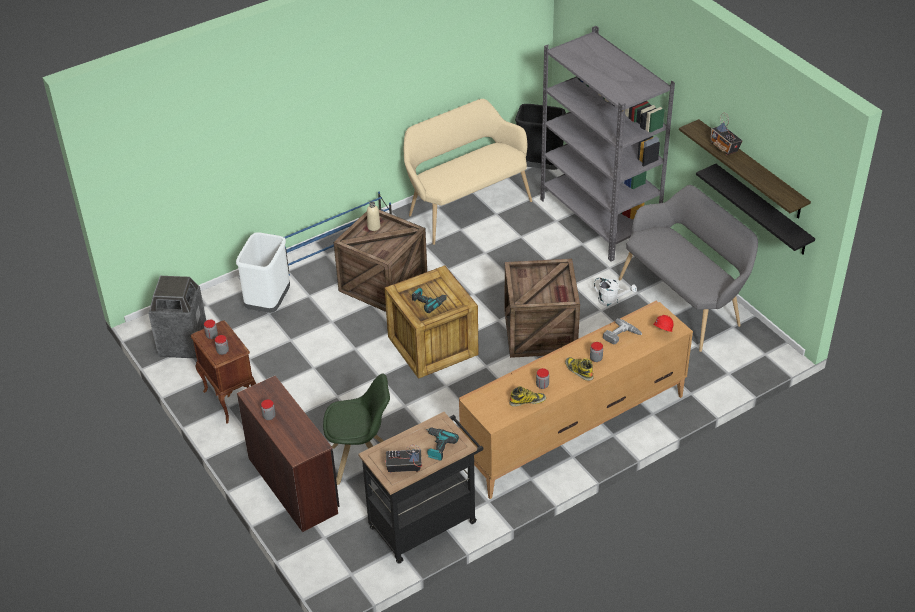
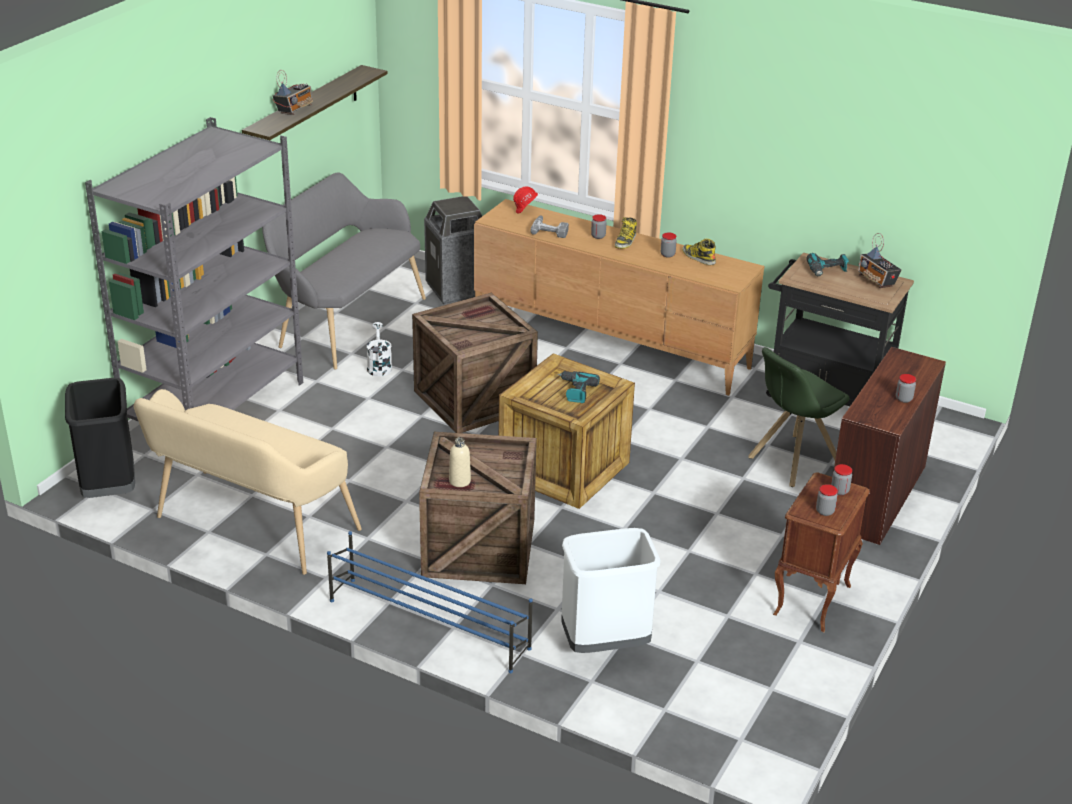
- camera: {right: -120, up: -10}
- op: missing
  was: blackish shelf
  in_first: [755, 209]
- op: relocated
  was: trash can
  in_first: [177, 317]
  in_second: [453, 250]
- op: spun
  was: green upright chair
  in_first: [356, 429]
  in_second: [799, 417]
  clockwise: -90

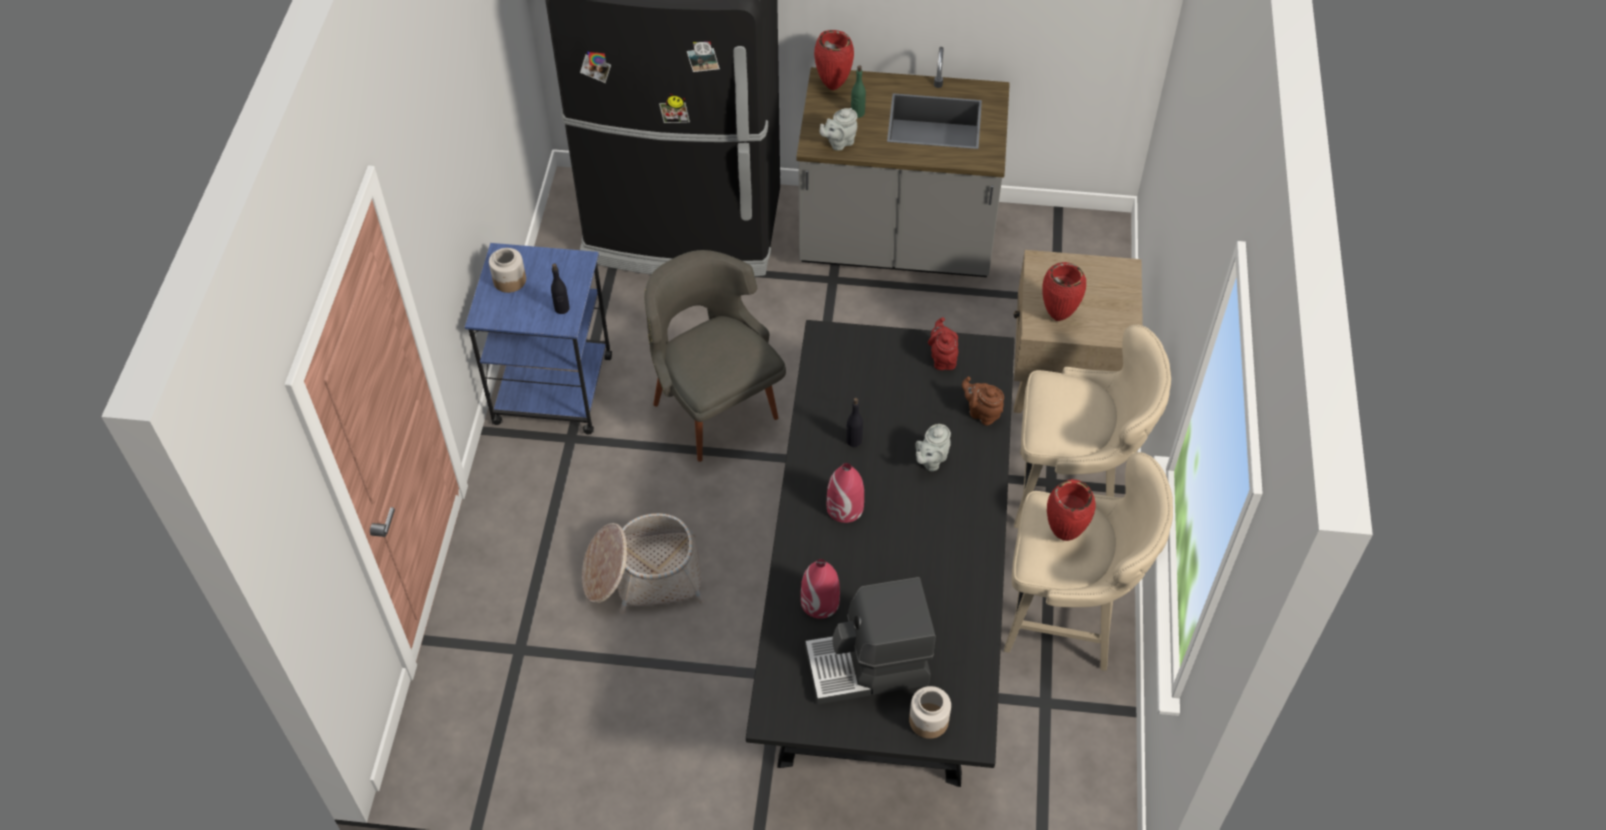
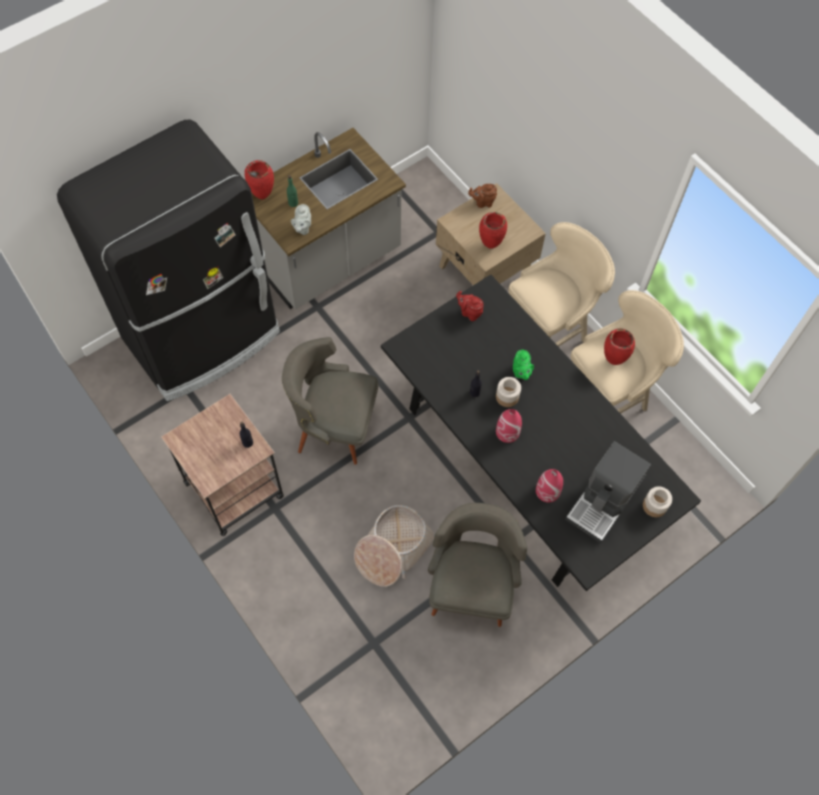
- camera: {right: -45, up: 10}
- op: appeared
  now: grey upright chair
  in_second: [477, 565]
- op: relocated
  was: jar
  in_first: [507, 270]
  in_second: [508, 392]
- op: relocated
  was: brown pot for tea
  in_first: [983, 401]
  in_second: [482, 196]
- op: colour
  was: bluish wheeled cart
  now: brown wheeled cart
  in_first: [538, 338]
  in_second: [222, 465]
- op: colour
  was: grey pot for tea
  now: green pot for tea
  in_first: [933, 447]
  in_second: [523, 365]

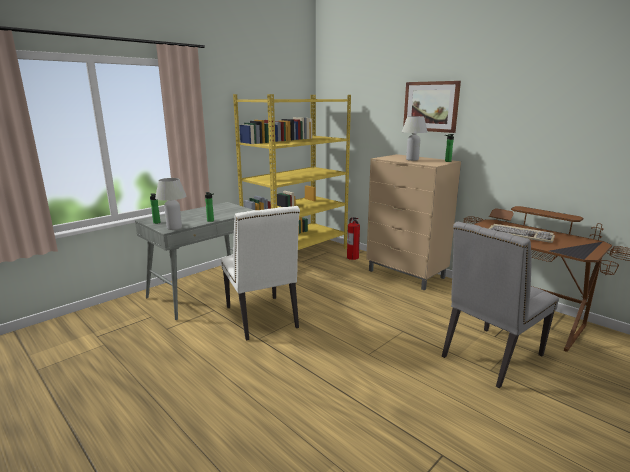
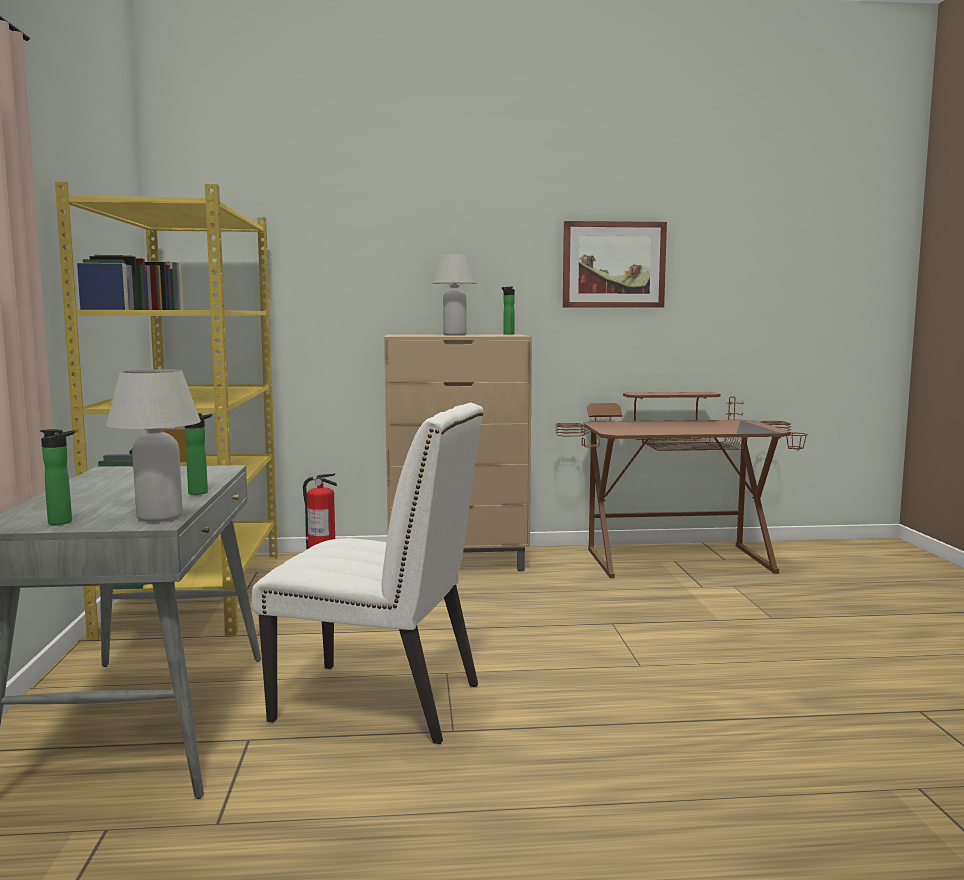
- camera: {right: -50, up: -10}
- op: missing
  was: grey upright chair
  in_first: [500, 305]
- op: missing
  was: PC keyboard
  in_first: [522, 233]
- op: relocated
  was: picture
  in_first: [432, 107]
  in_second: [615, 264]

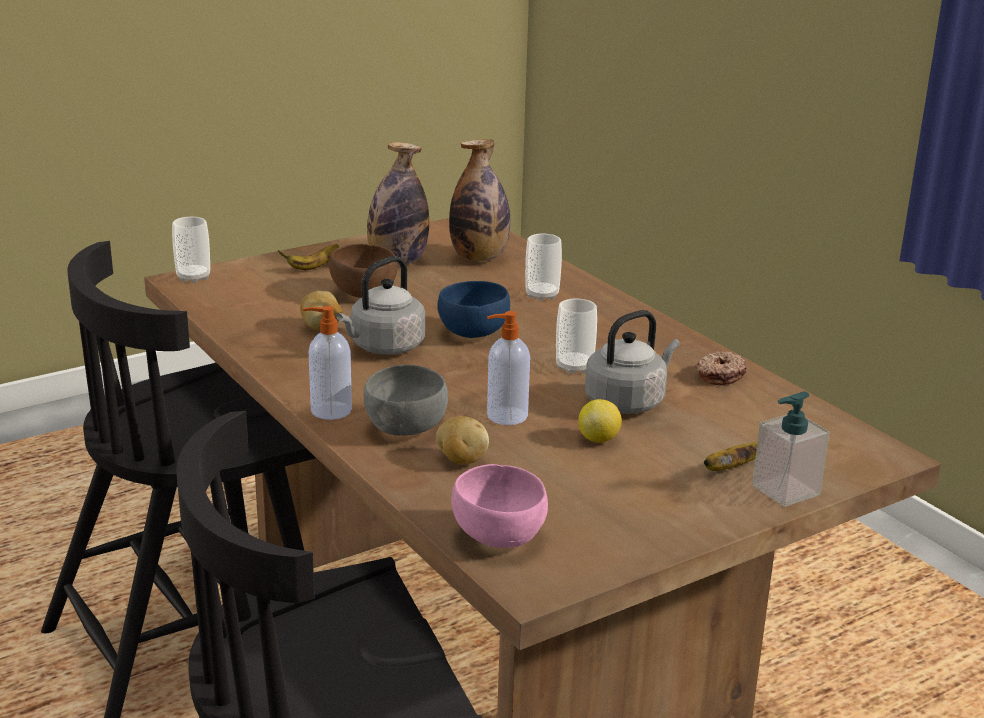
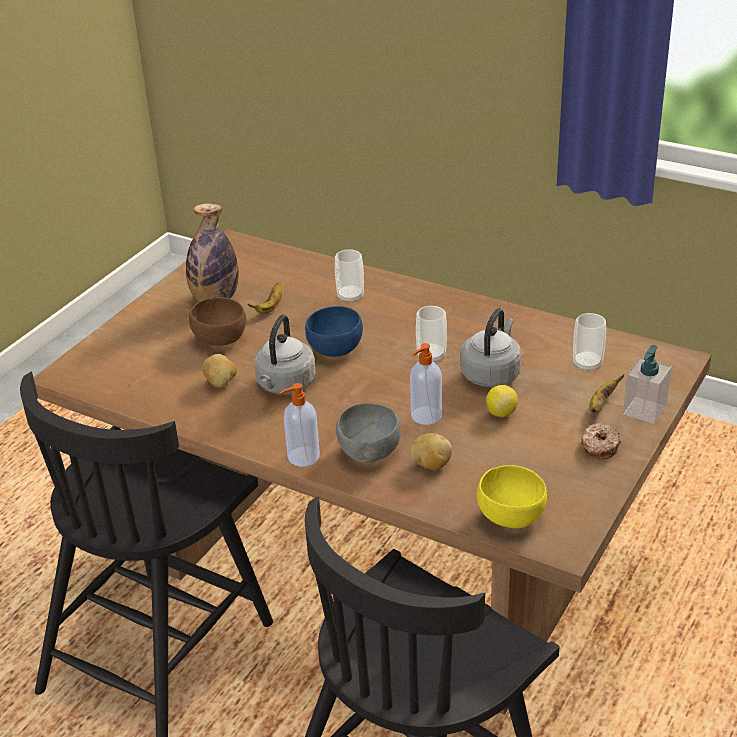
- camera: {right: -25, up: 10}
- op: missing
  was: bottle
  in_first: [480, 200]
- op: relocated
  was: drinking cup
  in_first: [191, 250]
  in_second: [589, 342]
- op: relocated
  was: banana fruit
  in_first: [308, 257]
  in_second: [264, 298]
- op: relocated
  was: ring doughnut
  in_first: [721, 368]
  in_second: [601, 441]
- op: colour
  was: pinkish deep dish
  now: yellowish deep dish
  in_first: [499, 506]
  in_second: [512, 496]

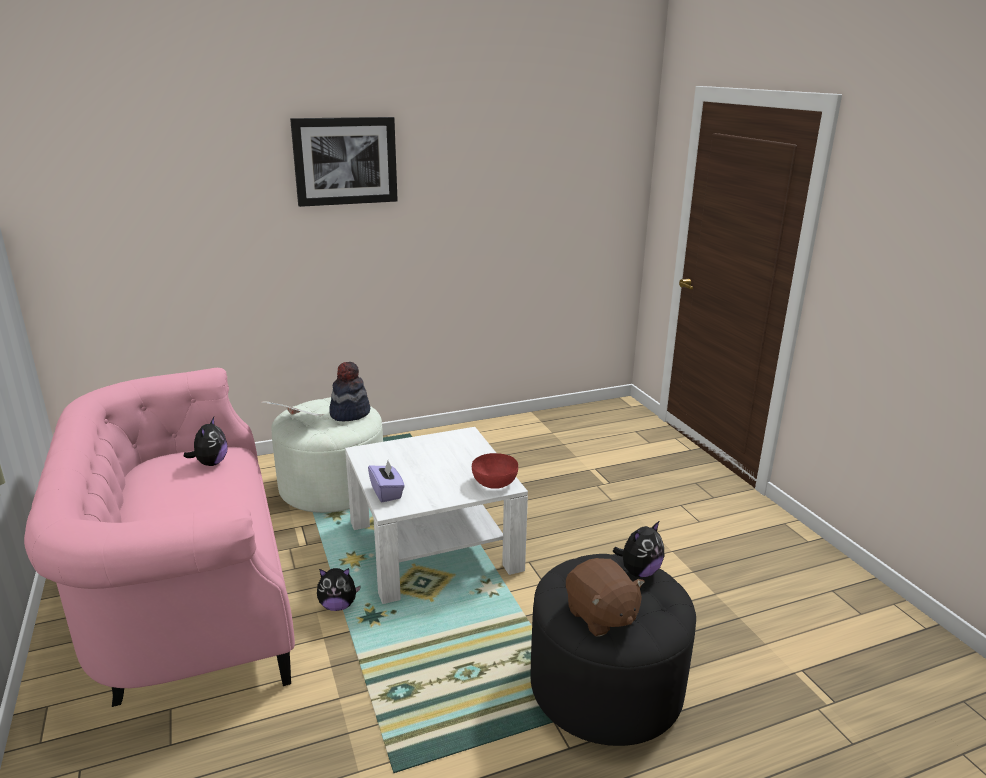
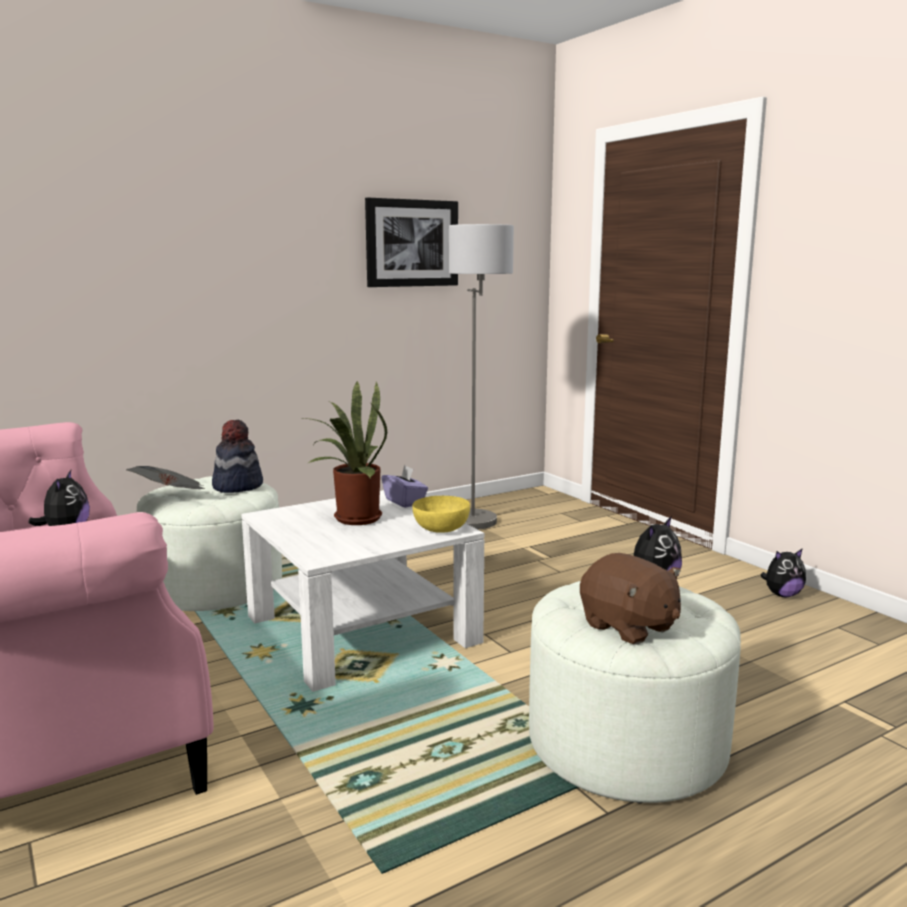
- camera: {right: -10, up: -10}
- op: appeared
  now: potted plant
  in_second: [345, 453]
- op: appeared
  now: grey floor lamp
  in_second: [481, 376]
- op: relocated
  was: picture
  in_first: [344, 162]
  in_second: [411, 242]
- op: relocated
  was: plush toy
  in_first: [339, 589]
  in_second: [783, 572]
- op: relocated
  was: purple-coloured box of tissues
  in_first: [386, 481]
  in_second: [405, 486]
- op: colour
  was: red-coloured deep dish
  now: yellowish deep dish
  in_first: [495, 471]
  in_second: [441, 514]
- op: colour
  was: blackish footrest
  now: white-coloured footrest
  in_first: [613, 650]
  in_second: [635, 692]

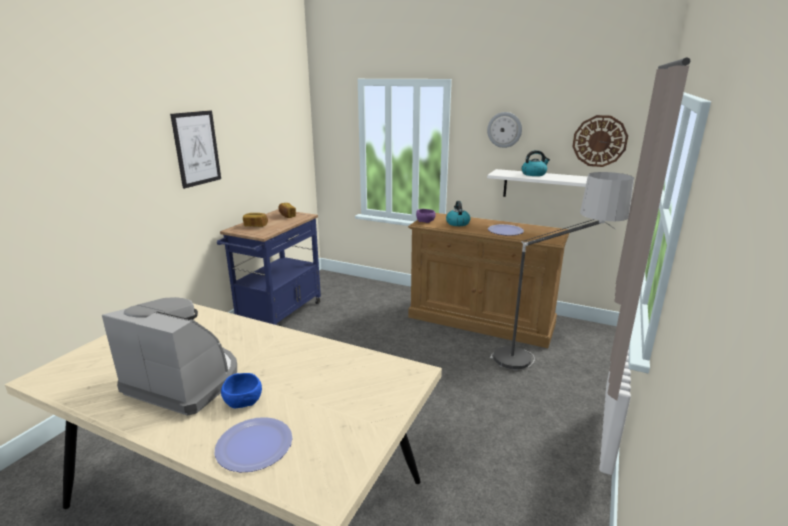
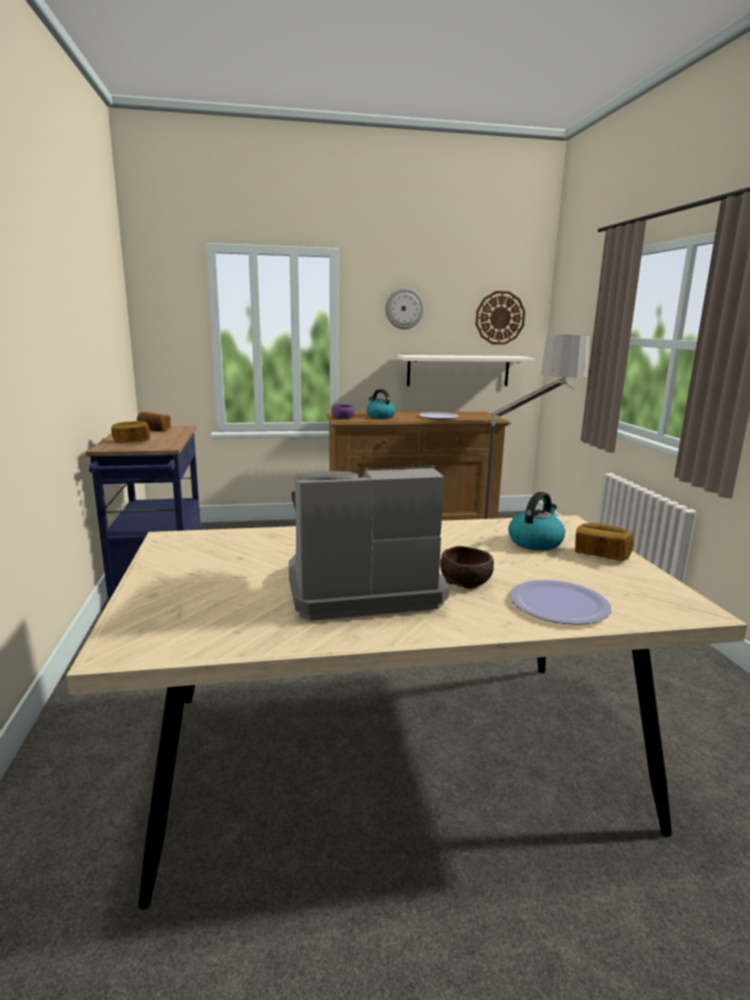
- camera: {right: -35, up: -5}
- op: missing
  was: picture
  in_first: [195, 149]
- op: appeared
  now: bakery bread
  in_second: [604, 542]
- op: relocated
  was: kettle
  in_first: [535, 163]
  in_second: [536, 521]
- op: colour
  was: bluish deep dish
  now: brown deep dish
  in_first: [241, 391]
  in_second: [467, 567]

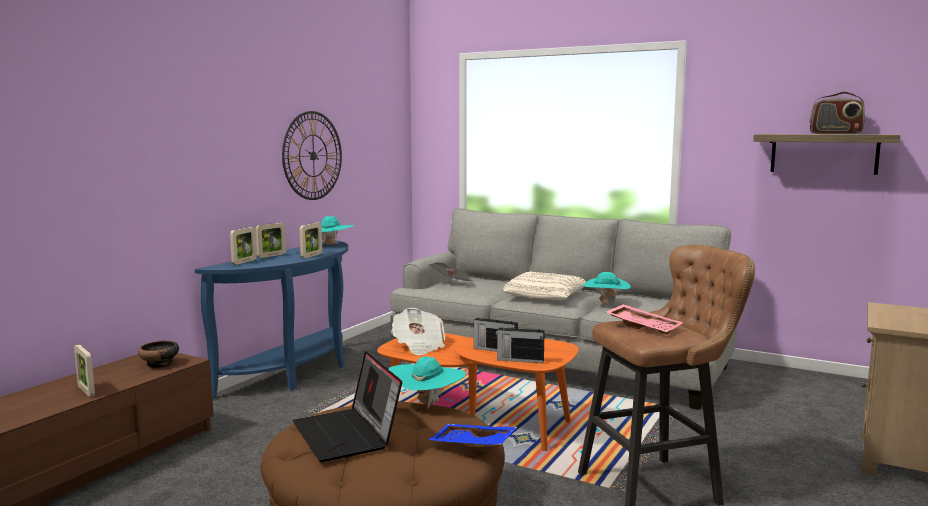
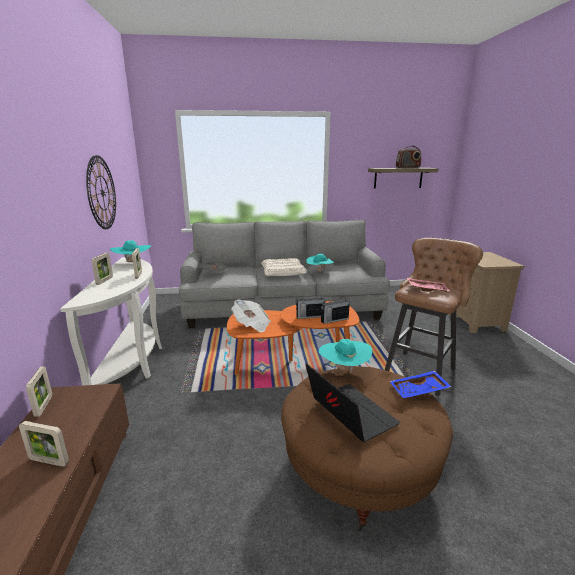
- camera: {right: -35, up: 10}
- op: missing
  was: deep dish
  in_first: [158, 354]
- op: relocated
  was: standing frame
  in_first: [243, 246]
  in_second: [39, 391]
- op: colour
  was: bluish hall table
  now: white-coloured hall table
  in_first: [271, 319]
  in_second: [111, 321]
- op: spun
  was: portable computer
  in_first: [347, 406]
  in_second: [353, 402]
  clockwise: -150

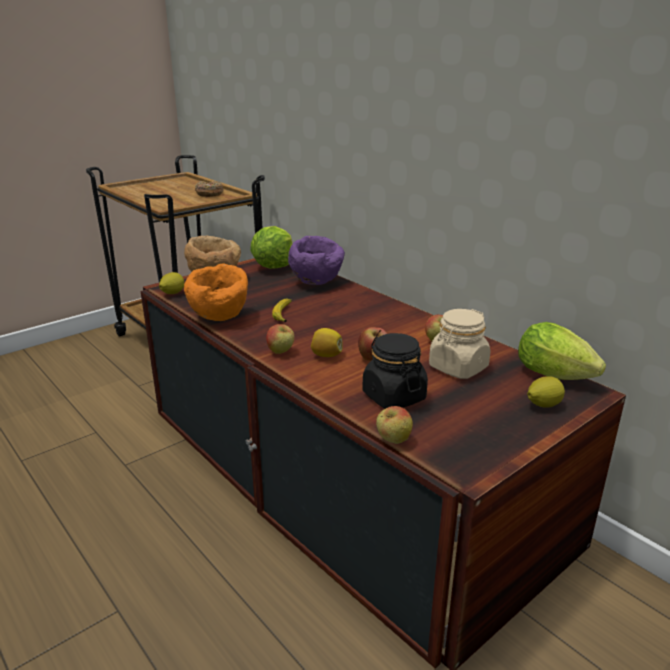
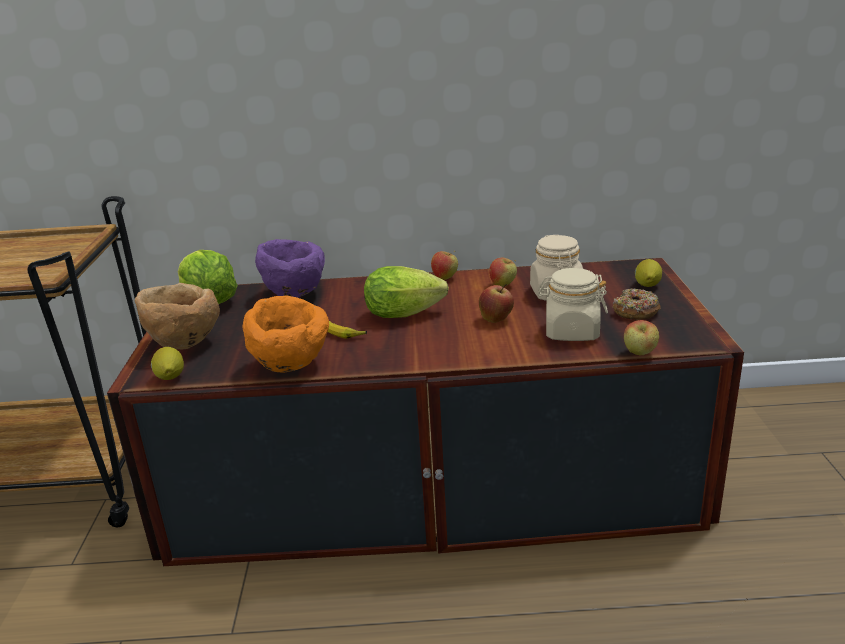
- camera: {right: -50, up: 0}
- op: missing
  was: citrus fruit
  in_first: [327, 342]
- op: relocated
  was: ring doughnut
  in_first: [209, 189]
  in_second: [636, 304]
- op: relocated
  was: apple fruit
  in_first: [280, 339]
  in_second: [444, 265]
- op: relocated
  was: lettuce
  in_first: [562, 351]
  in_second: [406, 292]
- op: colour
  was: blackish jar
  now: beige jar
  in_first: [395, 371]
  in_second: [573, 304]

